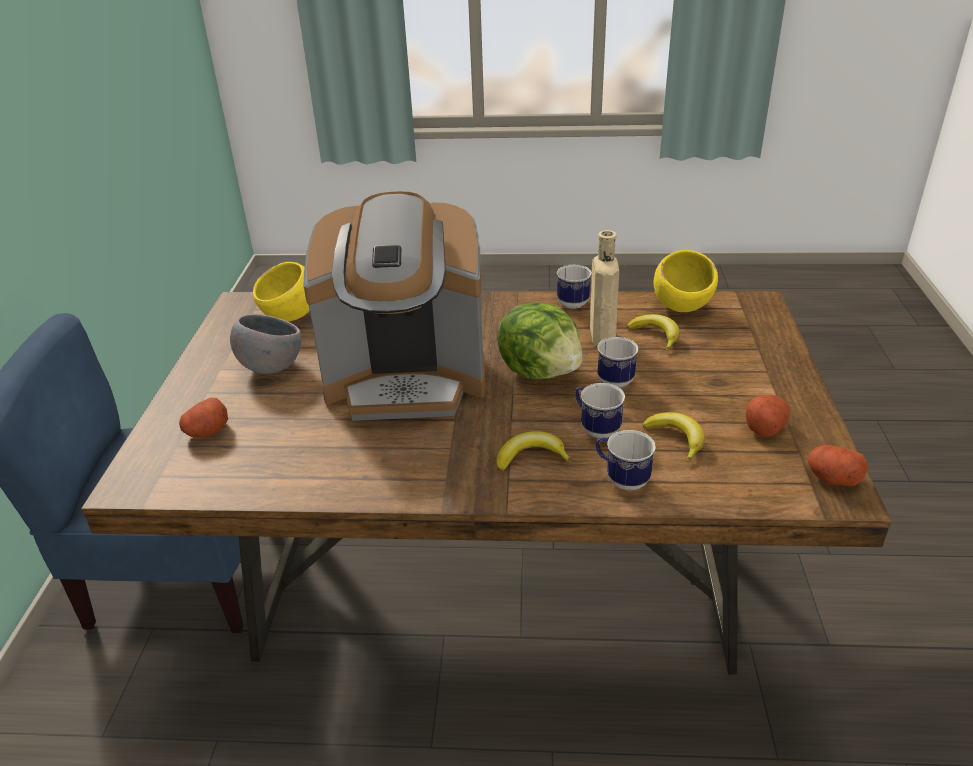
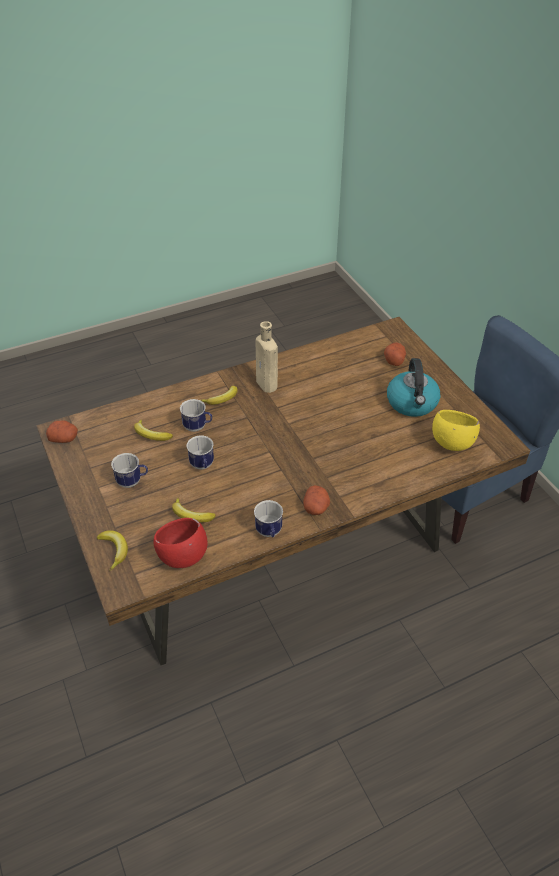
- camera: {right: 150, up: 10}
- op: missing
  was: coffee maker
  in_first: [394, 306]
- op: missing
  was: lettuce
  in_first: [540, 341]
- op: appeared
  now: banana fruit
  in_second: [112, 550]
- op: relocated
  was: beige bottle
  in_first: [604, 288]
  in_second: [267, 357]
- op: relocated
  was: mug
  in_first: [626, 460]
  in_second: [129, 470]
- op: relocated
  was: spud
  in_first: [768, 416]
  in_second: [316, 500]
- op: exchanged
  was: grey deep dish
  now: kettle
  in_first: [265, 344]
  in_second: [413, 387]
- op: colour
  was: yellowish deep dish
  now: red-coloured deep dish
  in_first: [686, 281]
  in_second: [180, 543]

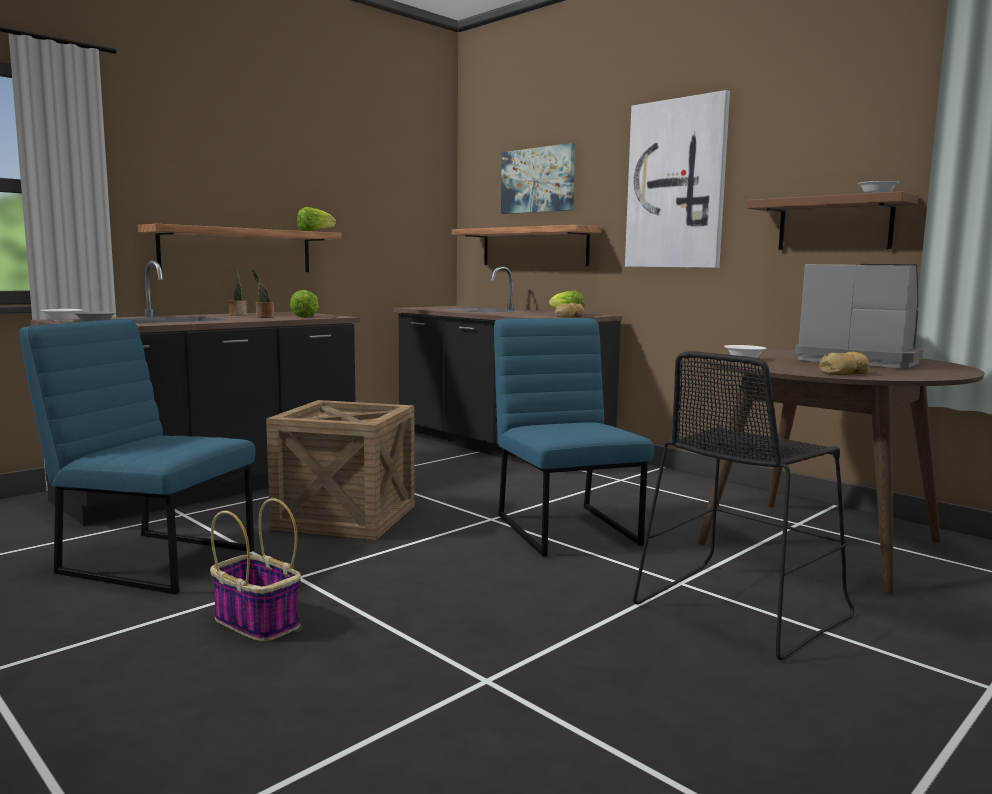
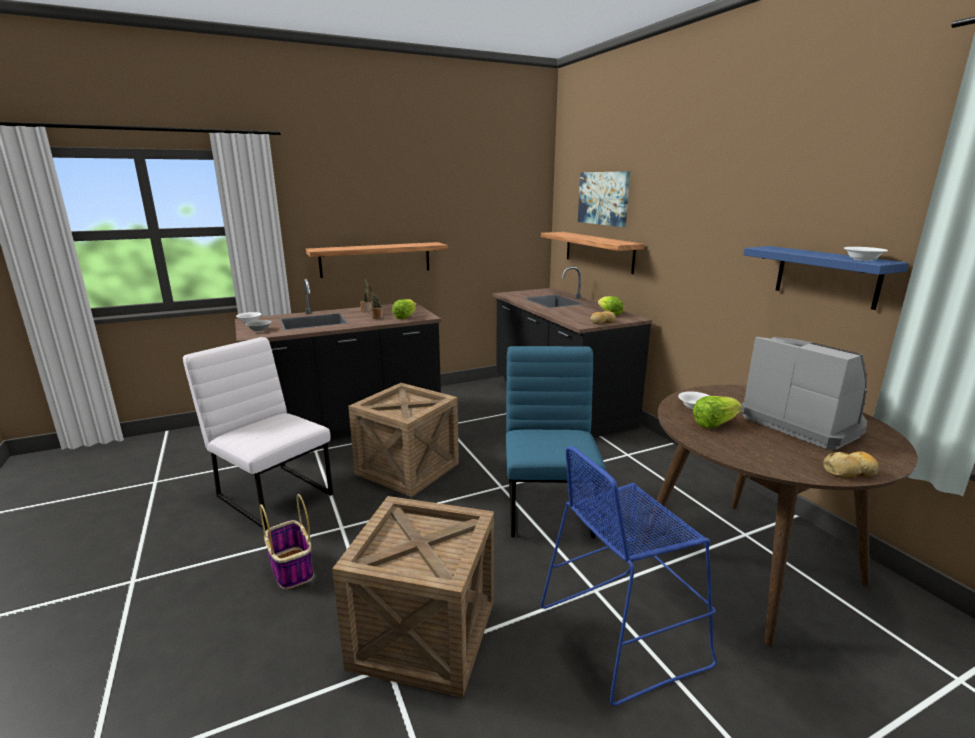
- camera: {right: 20, up: 10}
- op: missing
  was: picture
  in_first: [677, 179]
- op: appeared
  now: packing crate
  in_second: [413, 597]
- op: relocated
  was: lettuce
  in_first: [316, 219]
  in_second: [717, 412]
- op: relocated
  was: bakery bread
  in_first: [844, 363]
  in_second: [850, 465]
- op: colour
  was: bluish upright chair
  now: white-coloured upright chair
  in_first: [137, 456]
  in_second: [258, 433]
- op: colour
  was: blackish stool
  now: bluish stool
  in_first: [743, 505]
  in_second: [629, 576]
- op: colour
  was: brown shelf
  now: bluish shelf
  in_first: [832, 220]
  in_second: [826, 278]

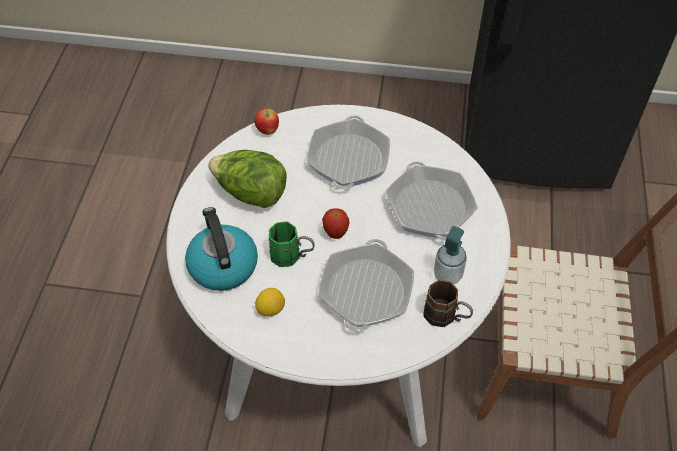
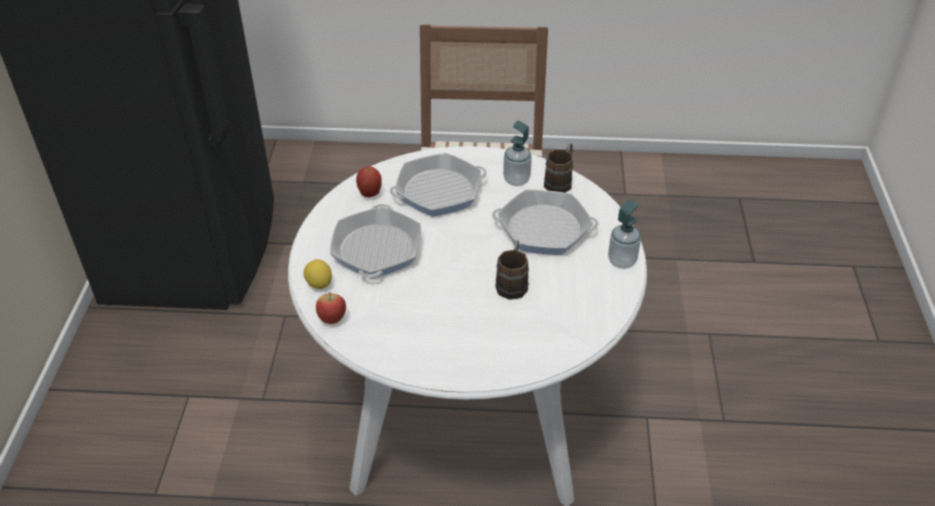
- camera: {right: -95, up: -10}
- op: missing
  was: kettle
  in_first: [221, 249]
- op: missing
  was: lettuce
  in_first: [247, 179]
- op: appeared
  now: liquid soap bottle
  in_second: [624, 234]
- op: relocated
  was: citrus fruit
  in_first: [270, 302]
  in_second: [318, 274]
- op: relocated
  was: apple fruit
  in_first: [336, 223]
  in_second: [369, 182]
- op: colour
  was: green mug
  now: brown mug
  in_first: [292, 244]
  in_second: [512, 270]
- op: spun
  was: pan
  in_first: [348, 152]
  in_second: [375, 241]
  clockwise: 90

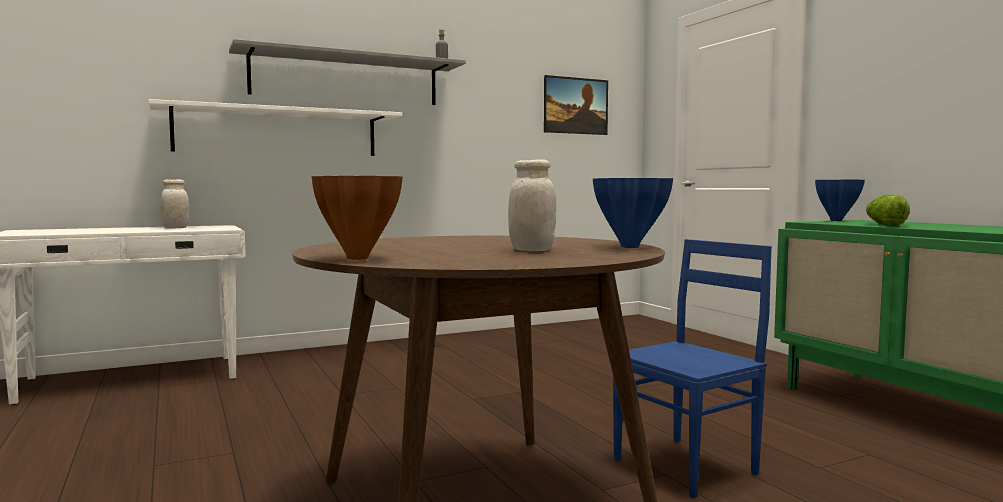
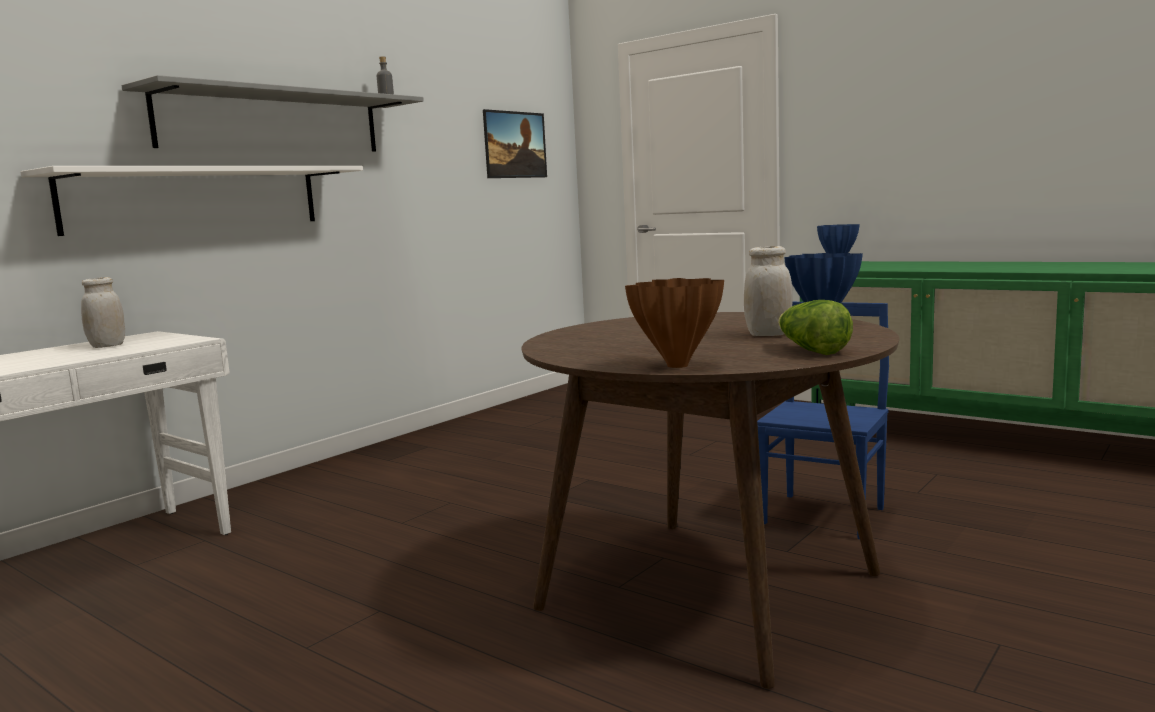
- camera: {right: -25, up: 5}
- op: relocated
  was: lettuce
  in_first: [888, 210]
  in_second: [815, 327]

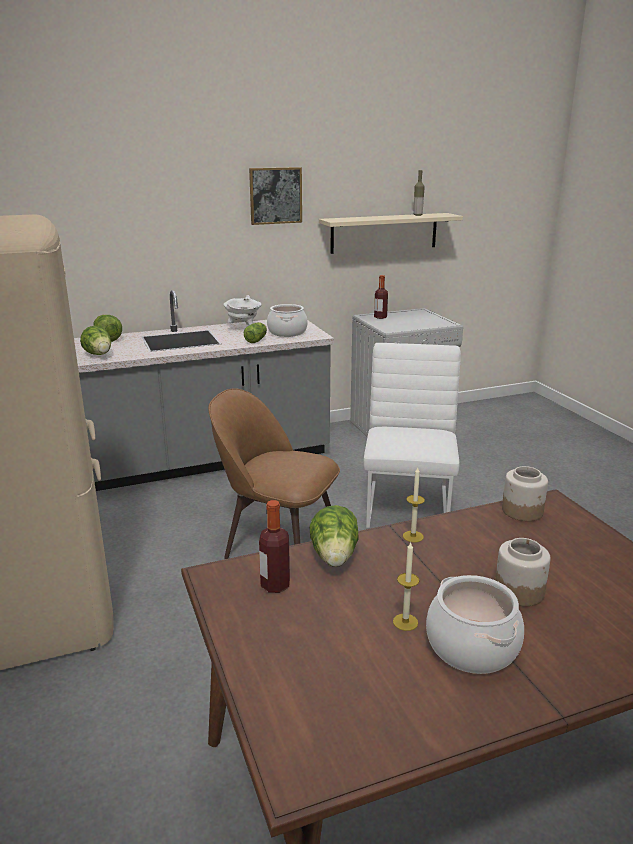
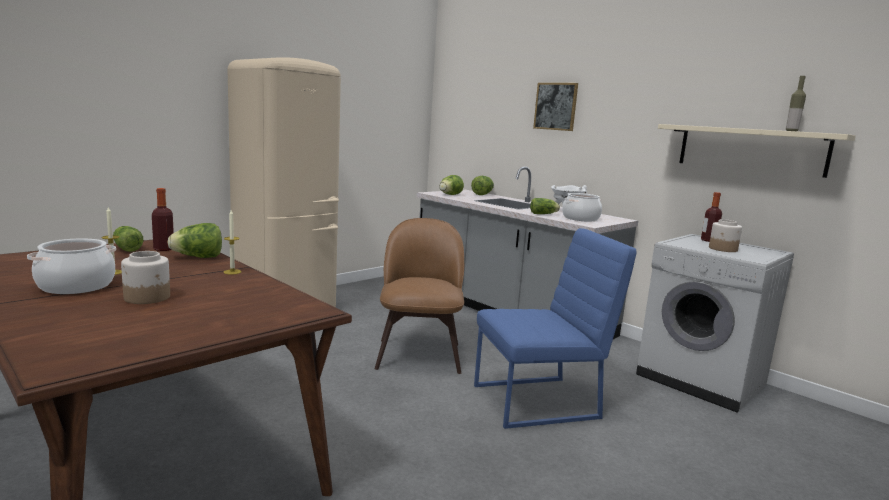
- camera: {right: 65, up: -10}
- op: appeared
  now: lettuce
  in_second: [128, 239]
- op: relocated
  was: picture
  in_first: [275, 196]
  in_second: [555, 107]
- op: relocated
  was: jar
  in_first: [525, 493]
  in_second: [725, 235]
- op: colour
  was: white-coloured upright chair
  now: bluish upright chair
  in_first: [412, 435]
  in_second: [555, 328]

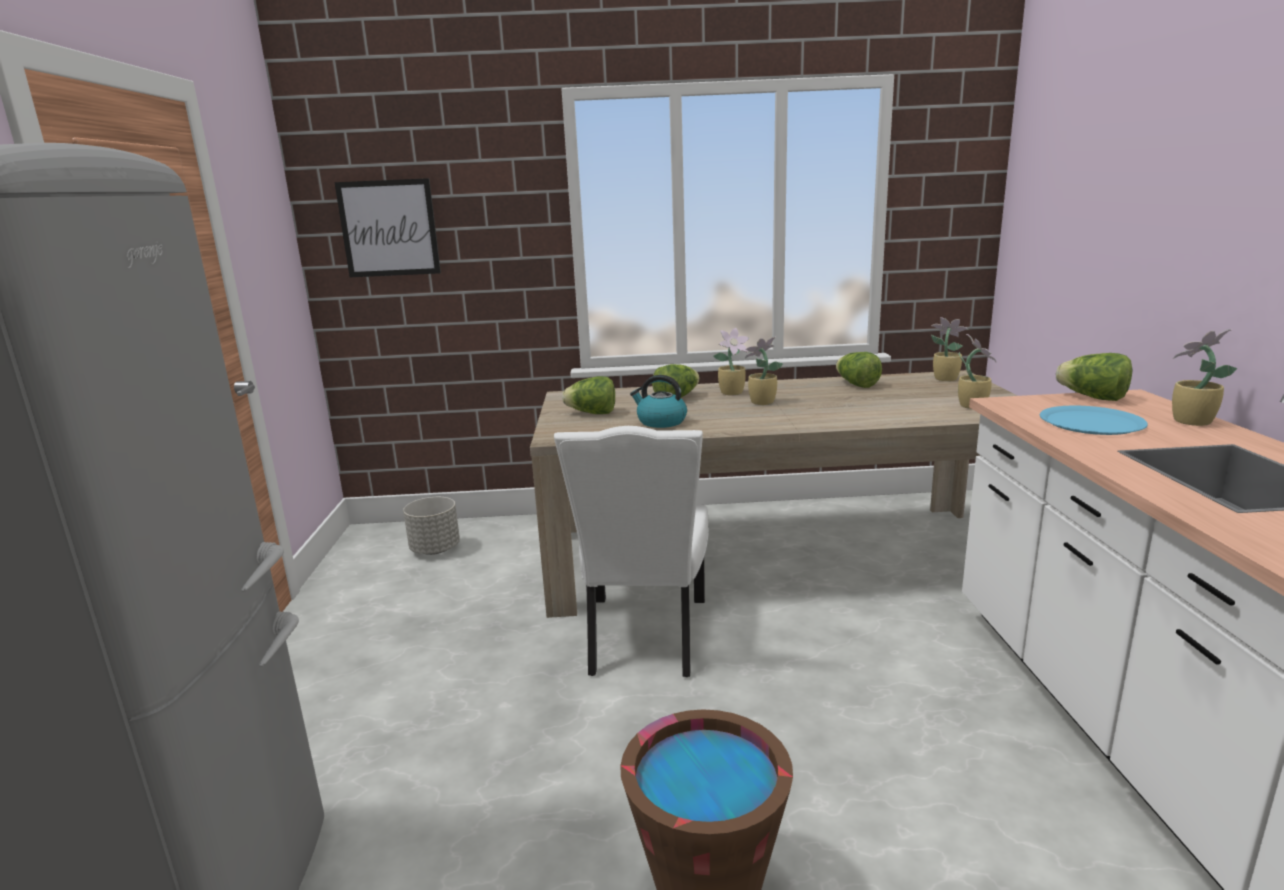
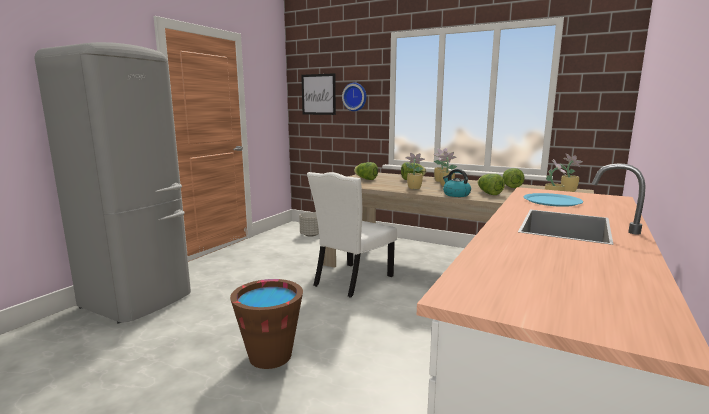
- camera: {right: 30, up: -5}
- op: appeared
  now: hanging clock
  in_second: [354, 97]
- op: relocated
  was: kettle
  in_first: [658, 401]
  in_second: [457, 183]
- op: relocated
  was: lettuce
  in_first: [1094, 377]
  in_second: [491, 184]
- op: relocated
  was: potted plant
  in_first: [1204, 377]
  in_second: [415, 171]

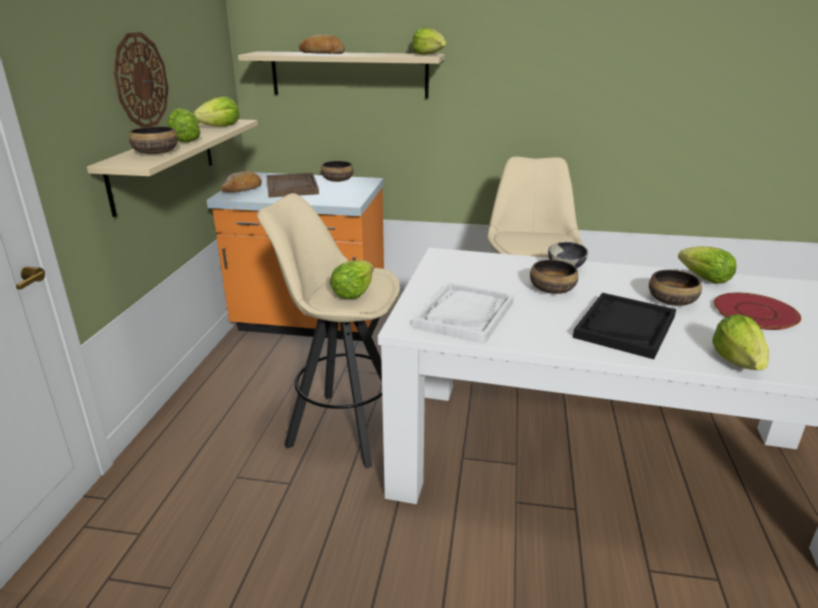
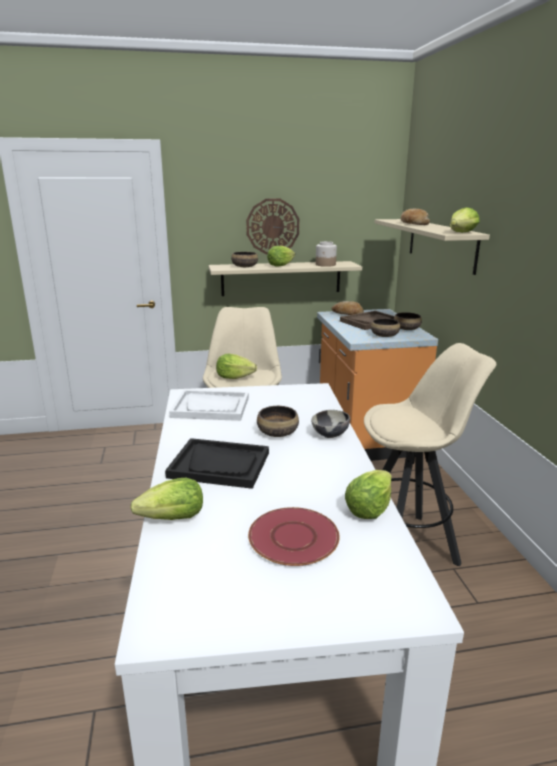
- camera: {right: 70, up: -5}
- op: relocated
  was: deep dish
  in_first: [675, 288]
  in_second: [385, 327]
- op: exchanged
  was: lettuce
  now: jar
  in_first: [216, 111]
  in_second: [326, 254]

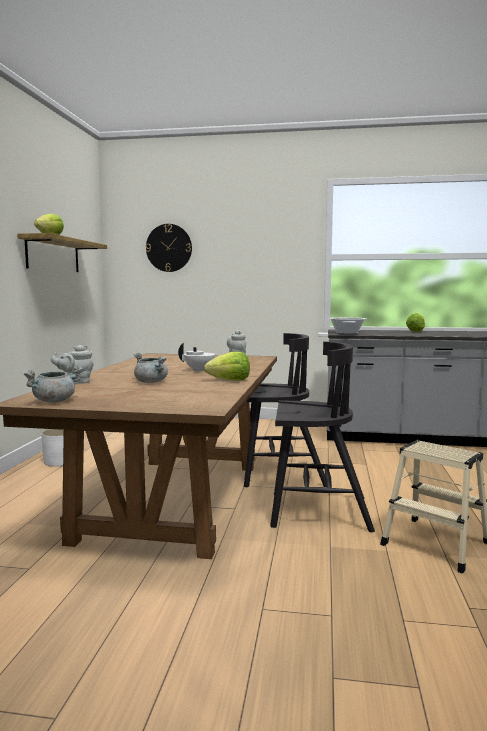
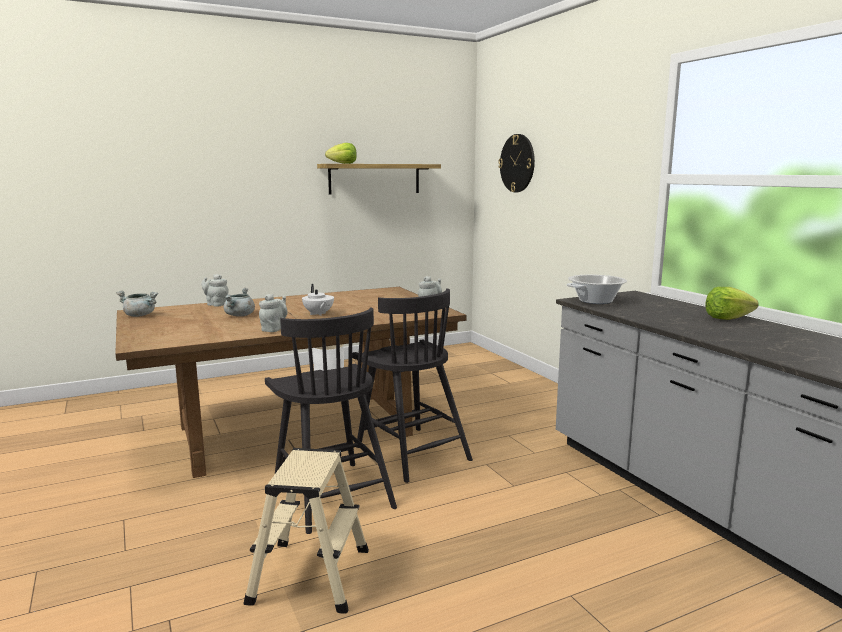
- camera: {right: 55, up: 5}
- op: exchanged
  was: lettuce
  now: grey pot for tea
  in_first: [227, 366]
  in_second: [273, 313]

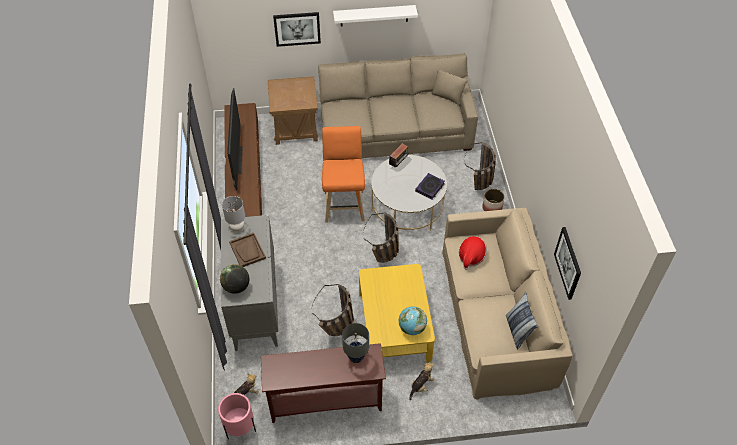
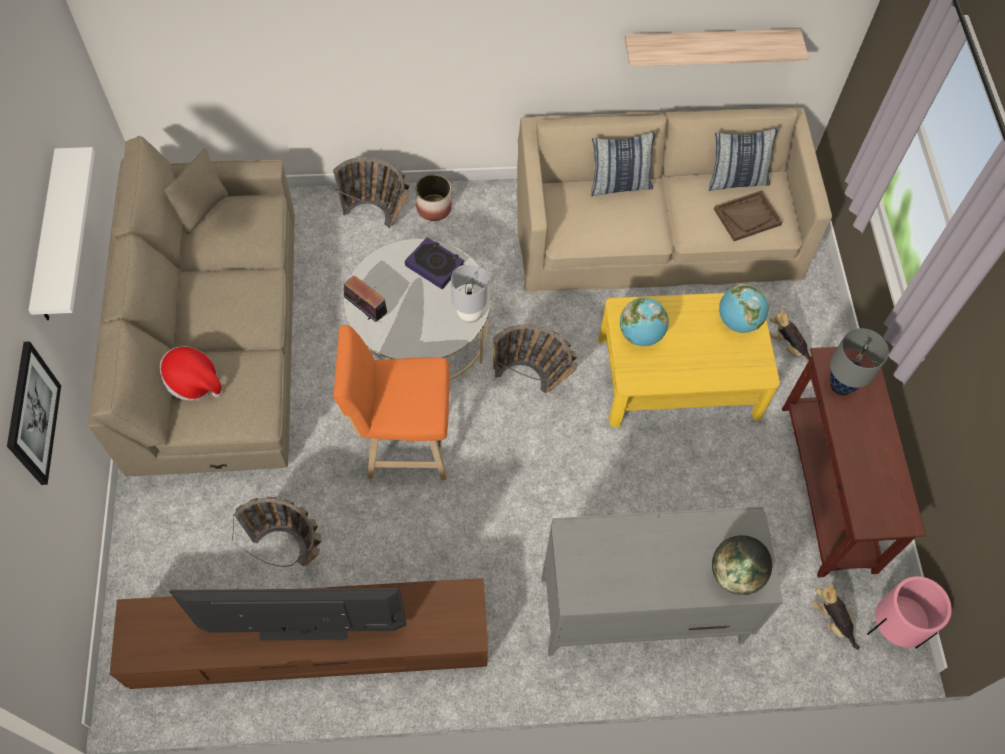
- camera: {right: -90, up: 10}
- op: missing
  was: brown end table
  in_first: [293, 110]
- op: appeared
  now: throw pillow
  in_second: [624, 163]
- op: appeared
  now: globe
  in_second: [644, 321]
- op: relocated
  was: grey lamp for a table
  in_first: [233, 214]
  in_second: [469, 293]
- op: relocated
  was: brown carrying tray
  in_first: [247, 250]
  in_second: [748, 215]
- op: relocated
  was: storage basket
  in_first: [333, 310]
  in_second: [276, 532]
- op: relocated
  was: clothing hat
  in_first: [473, 253]
  in_second: [191, 373]
- op: exchanged
  was: picture
  now: shelf
  in_first: [567, 263]
  in_second: [717, 47]

